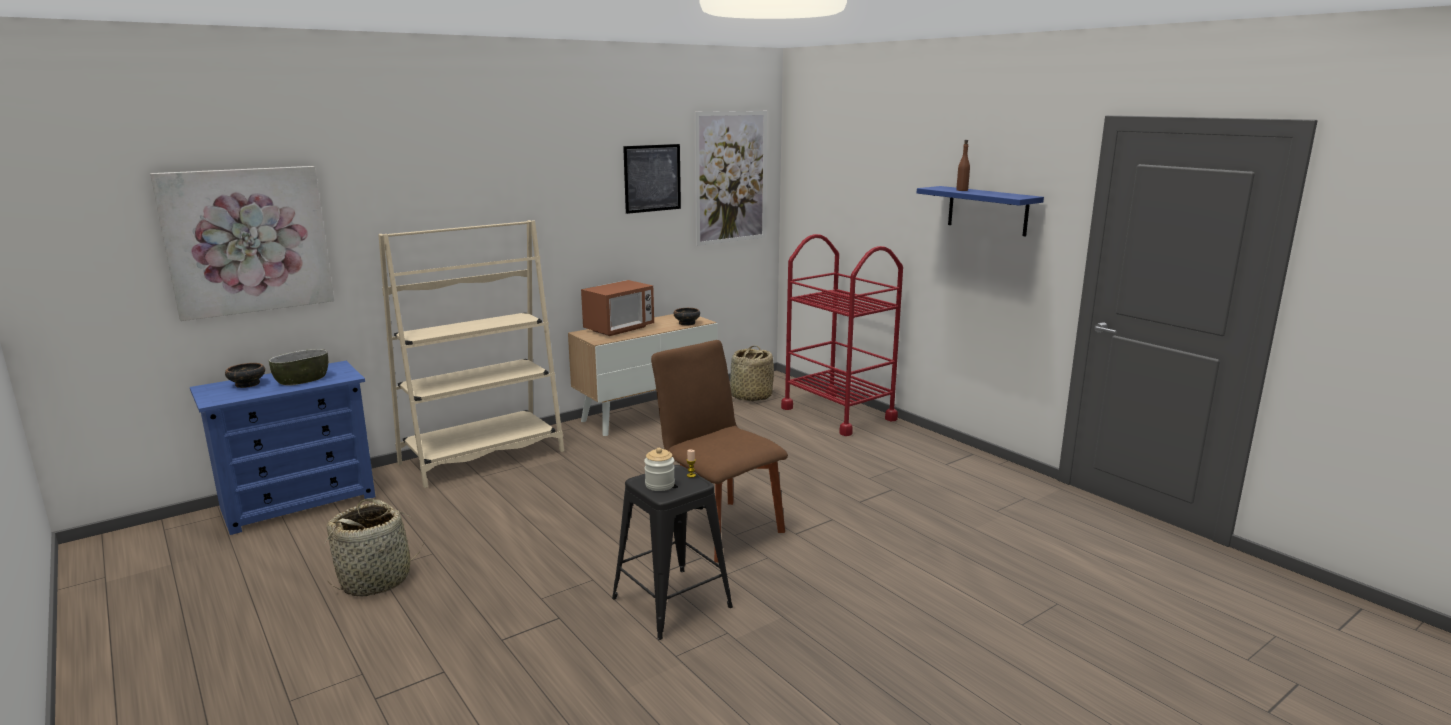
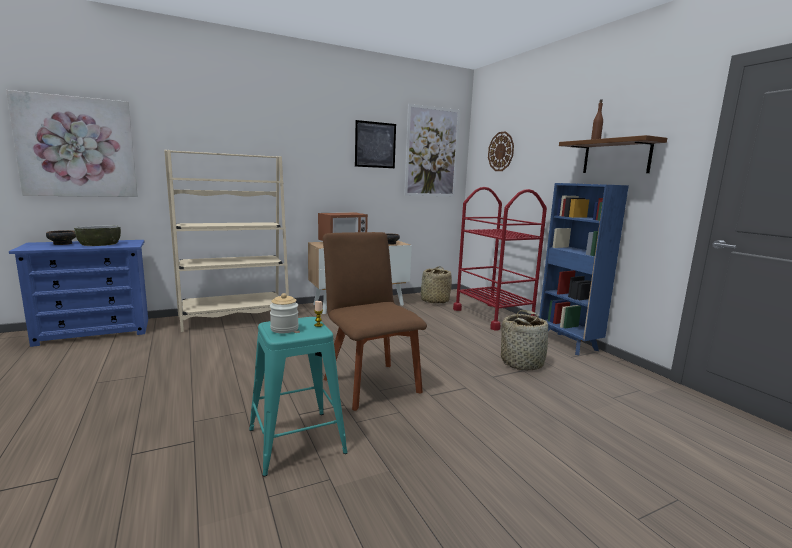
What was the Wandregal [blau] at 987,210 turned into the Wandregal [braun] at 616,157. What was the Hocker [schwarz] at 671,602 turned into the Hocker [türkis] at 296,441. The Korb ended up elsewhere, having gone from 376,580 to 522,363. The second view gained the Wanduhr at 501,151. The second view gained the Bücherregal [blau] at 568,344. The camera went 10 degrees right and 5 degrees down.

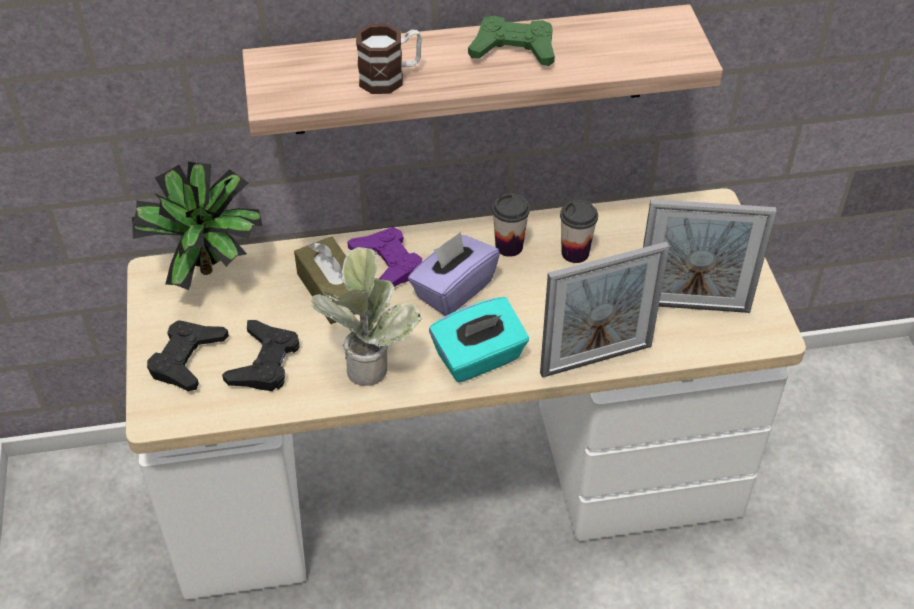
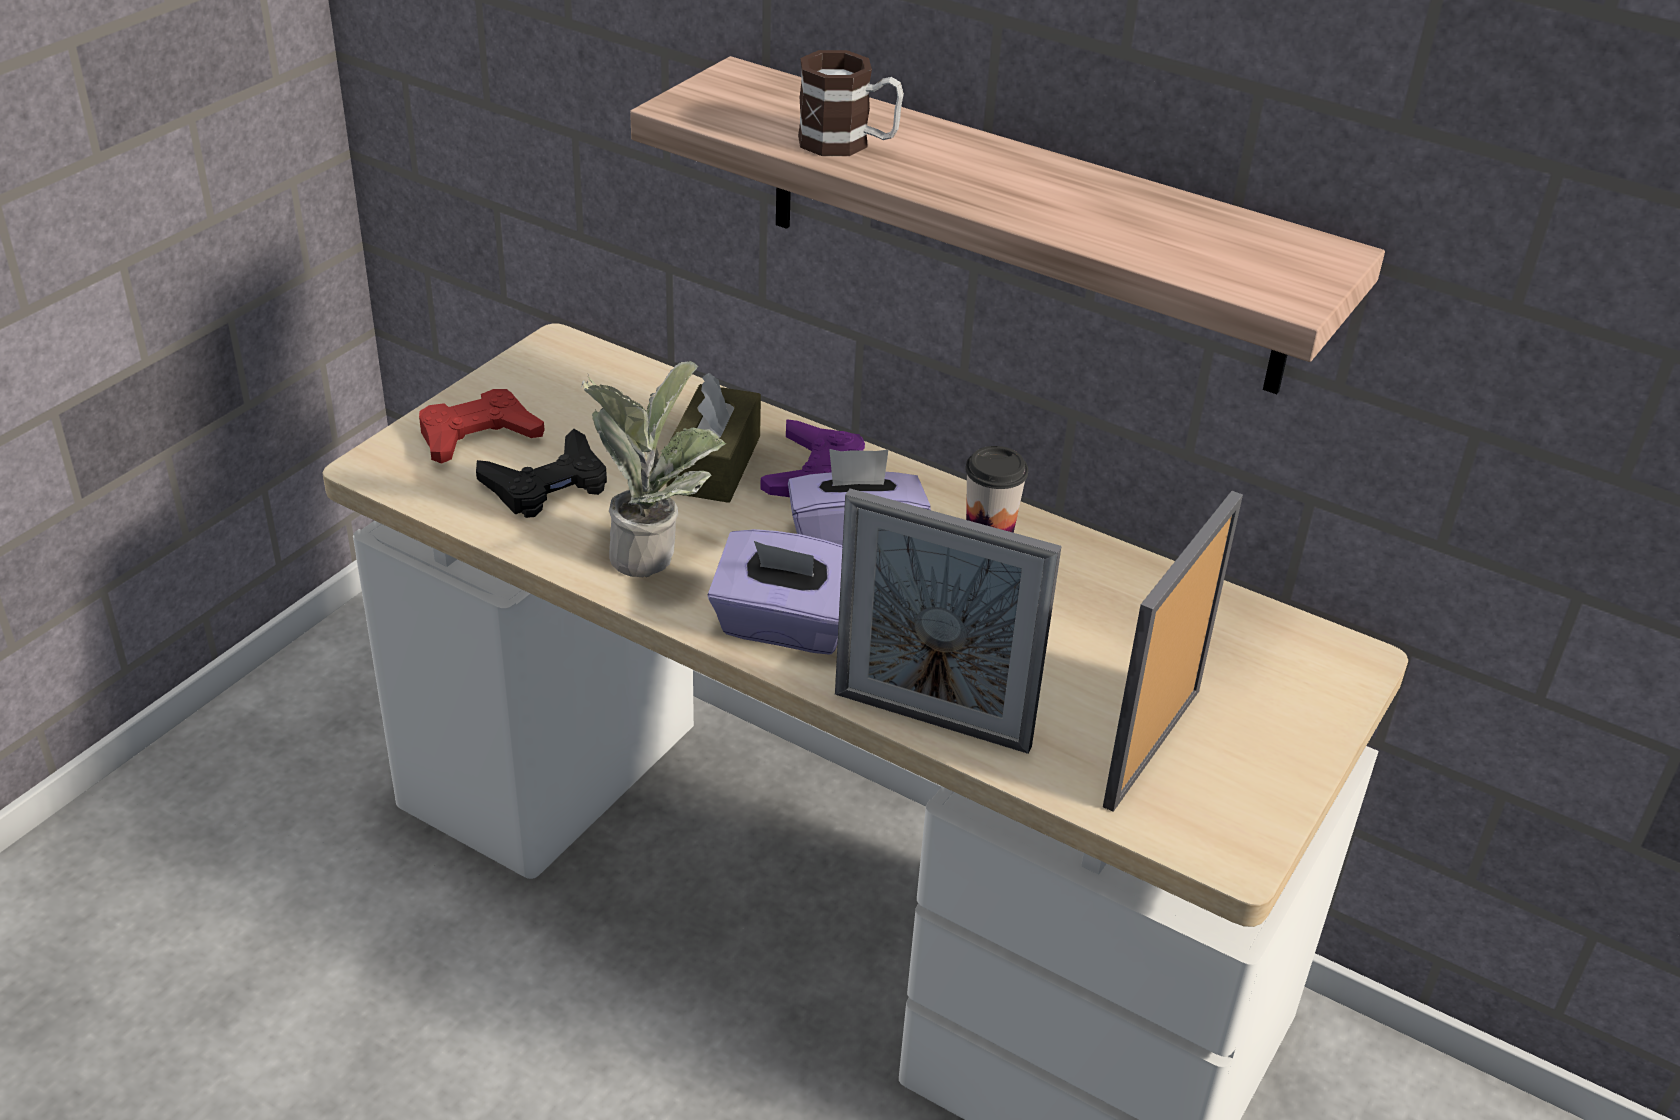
The second view lost the Gamepad [grün] at 513,49. The second view lost the Topfpflanze at 212,275. The Bilderrahmen at 692,306 ended up facing another way, 75 degrees clockwise from before. The second view lost the Tasse at 575,253. What was the Taschentuchbox [türkis] at 479,358 turned into the Taschentuchbox [lila] at 785,627. What was the Gamepad [schwarz] at 187,359 turned into the Gamepad [rot] at 477,436. The camera went 40 degrees right and 10 degrees down.

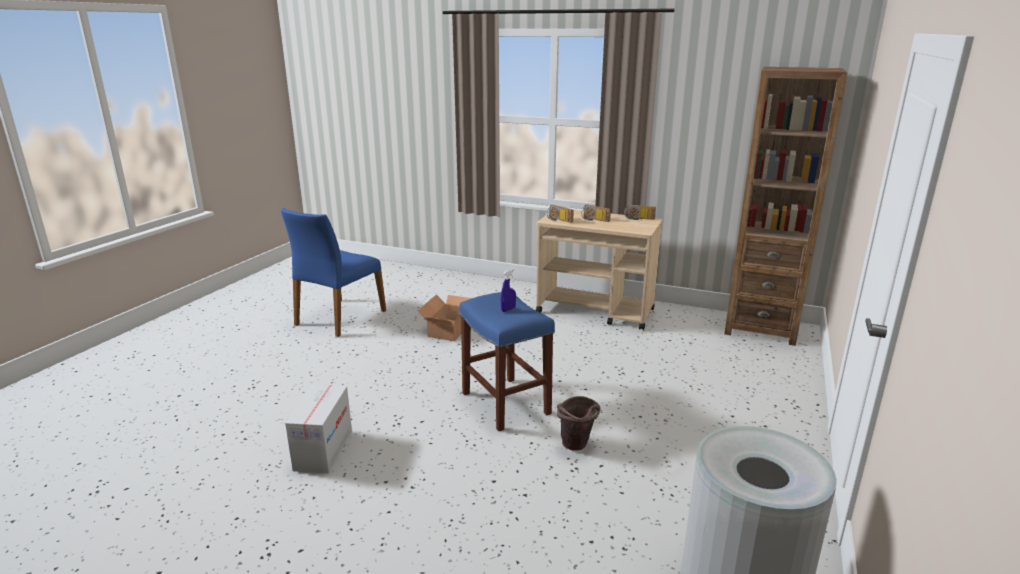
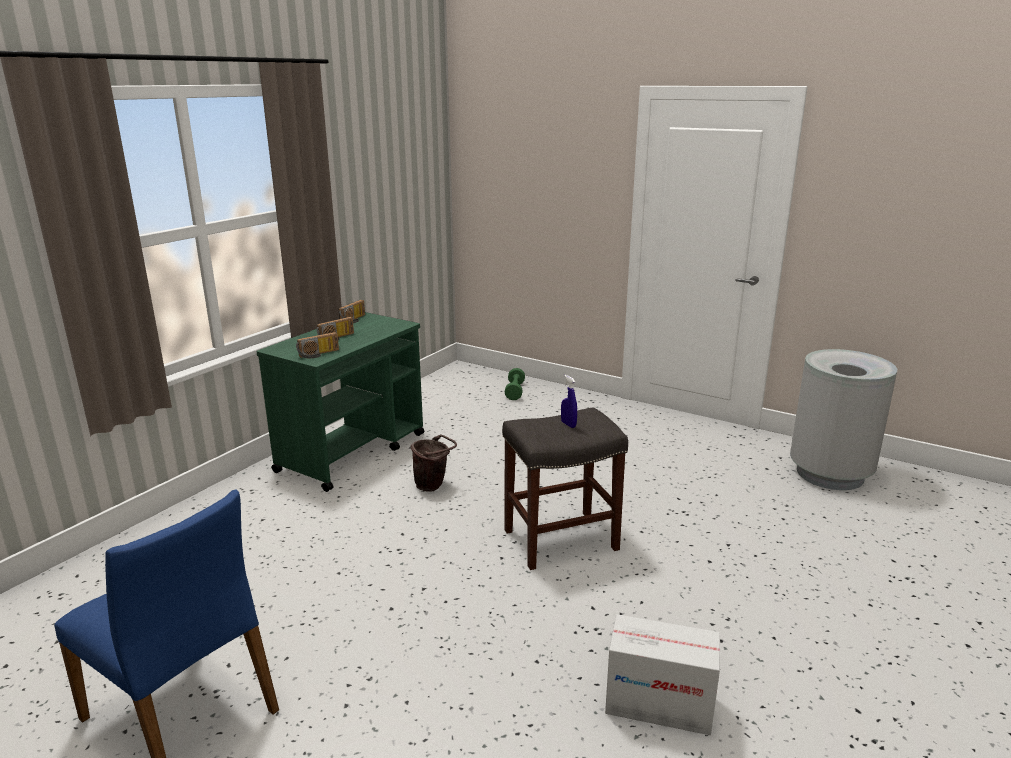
The second view lost the Bücherregal [braun] at 760,328. What was the Rollwagen [beige] at 596,311 turned into the Rollwagen [grün] at 353,452. What was the Hocker [blau] at 507,404 turned into the Hocker [grau] at 561,539. The second view lost the Karton at 447,330. The Eimer [braun] ended up elsewhere, having gone from 576,447 to 433,486. The second view gained the Hantel [grün] at 515,391. The camera went 80 degrees left and 0 degrees up.

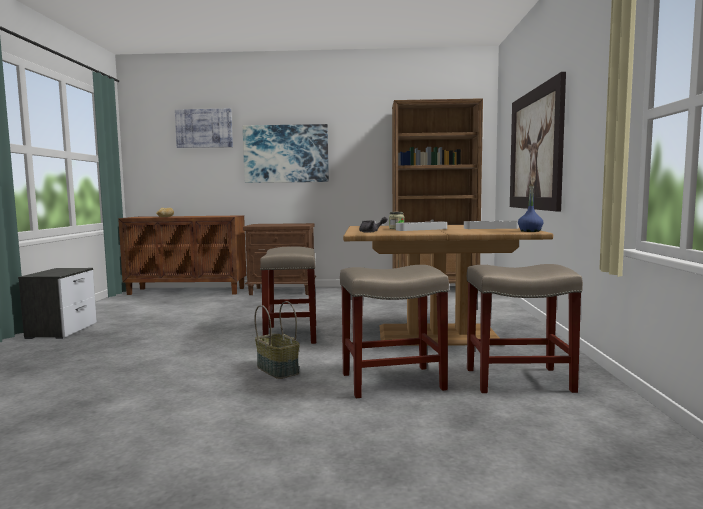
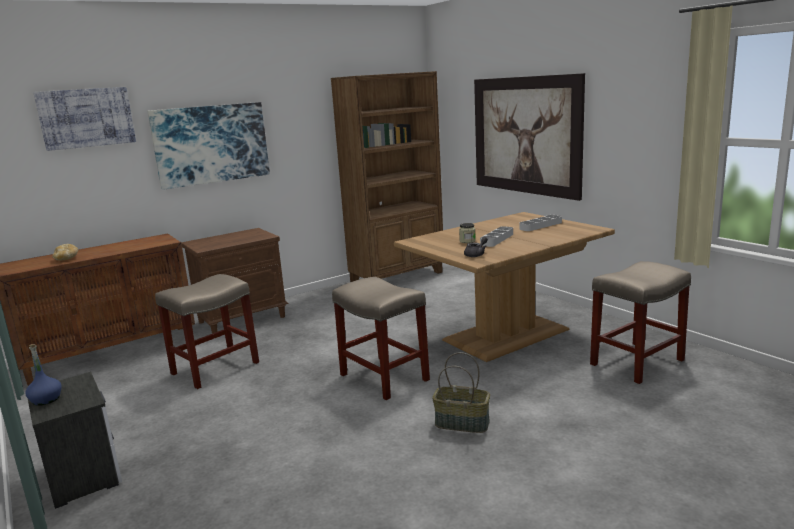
The Flasche [blau] ended up elsewhere, having gone from 530,231 to 46,399. The Hocker [beige] ended up elsewhere, having gone from 391,382 to 214,369. The camera went 35 degrees left and 10 degrees up.

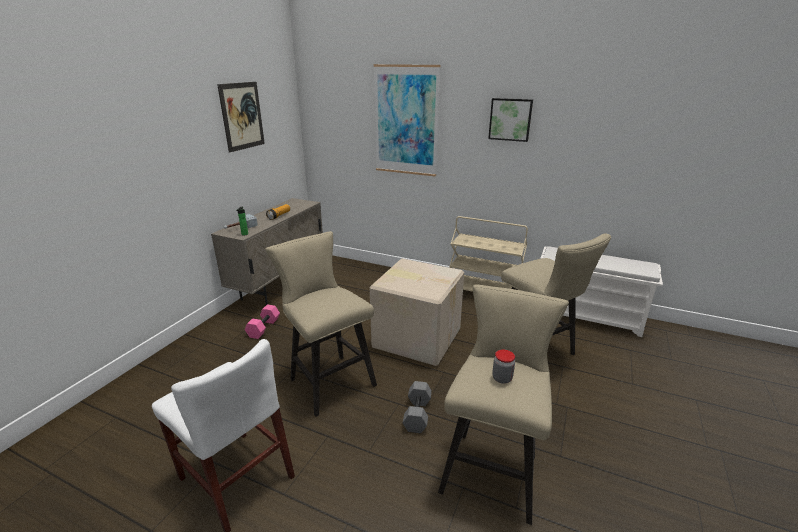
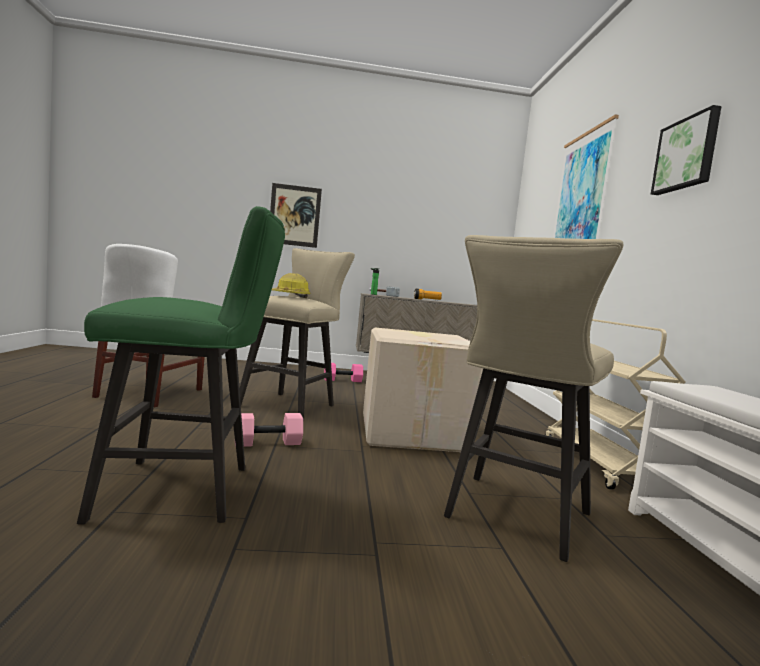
The Bild ended up elsewhere, having gone from 242,116 to 294,215. What was the Hocker [beige] at 492,468 turned into the Hocker [grün] at 187,491. The second view lost the Vorratsglas at 502,378. What was the Hantel [grau] at 418,414 turned into the Hantel [rosa] at 267,443. The second view gained the Schutzhelm at 290,296. The camera went 60 degrees right and 20 degrees down.

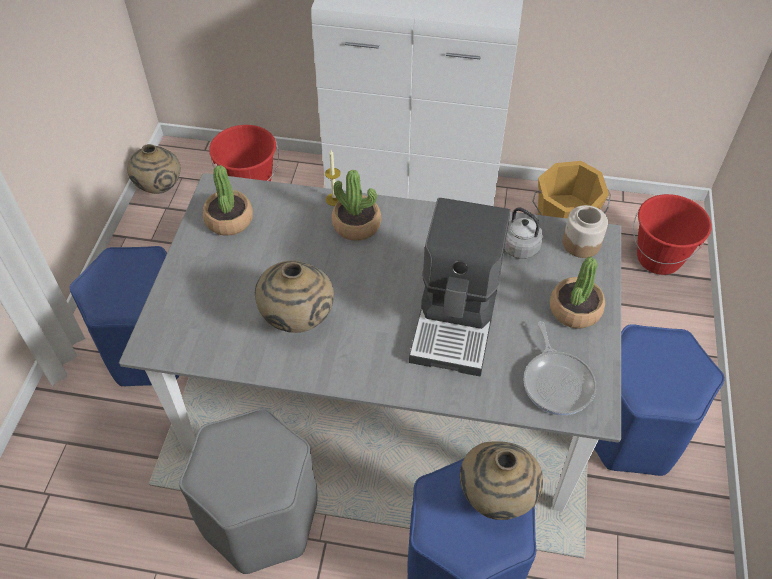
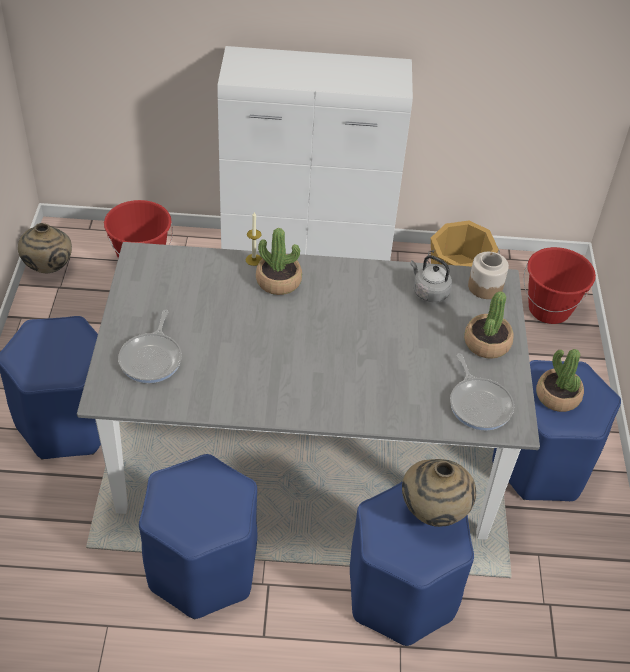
The Topfpflanze ended up elsewhere, having gone from 229,220 to 557,396. The second view lost the Kaffeemaschine at 457,319. The second view lost the Vase [beige] at 297,320. What was the Hocker [grau] at 260,518 turned into the Hocker [blau] at 202,569. The second view gained the Pfanne at 152,358. The camera went 10 degrees left and 5 degrees down.

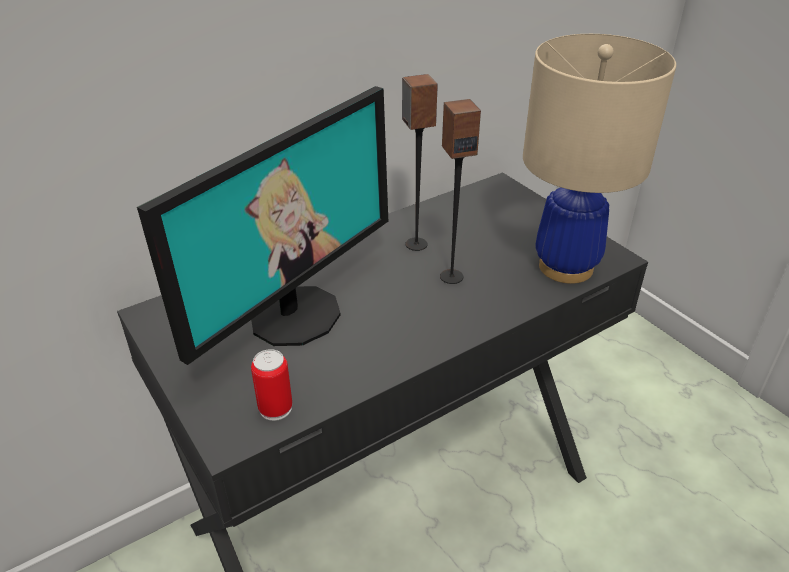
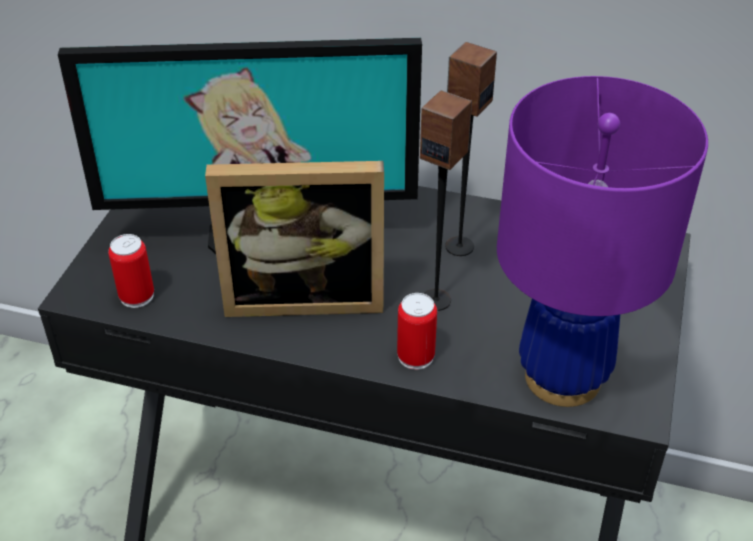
What was the Tischlampe [beige] at 566,267 turned into the Tischlampe [lila] at 563,378. The second view gained the Bilderrahmen at 304,295. The second view gained the Dose at 415,356. The camera went 50 degrees right and 5 degrees up.

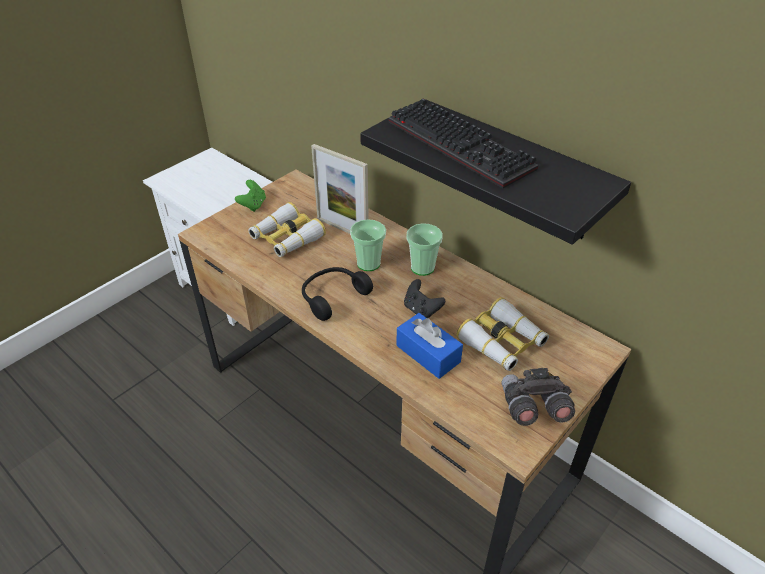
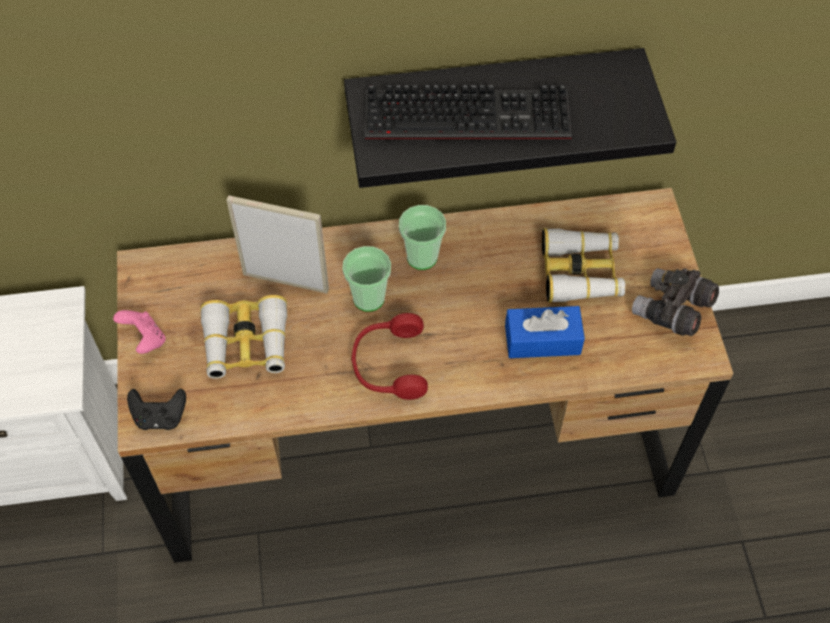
The Bilderrahmen at 342,229 ended up facing another way, 150 degrees counterclockwise from before. What was the Gamepad [grün] at 253,205 turned into the Gamepad [rosa] at 145,339. What was the Kopfhörer [schwarz] at 332,296 turned into the Kopfhörer [rot] at 388,365. The Gamepad [schwarz] ended up elsewhere, having gone from 421,310 to 160,417. The camera went 50 degrees left and 15 degrees up.

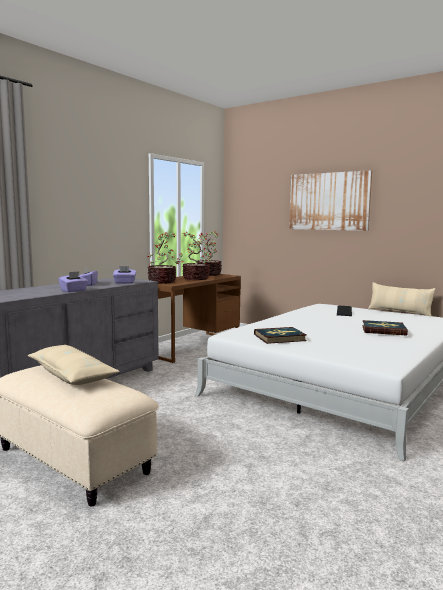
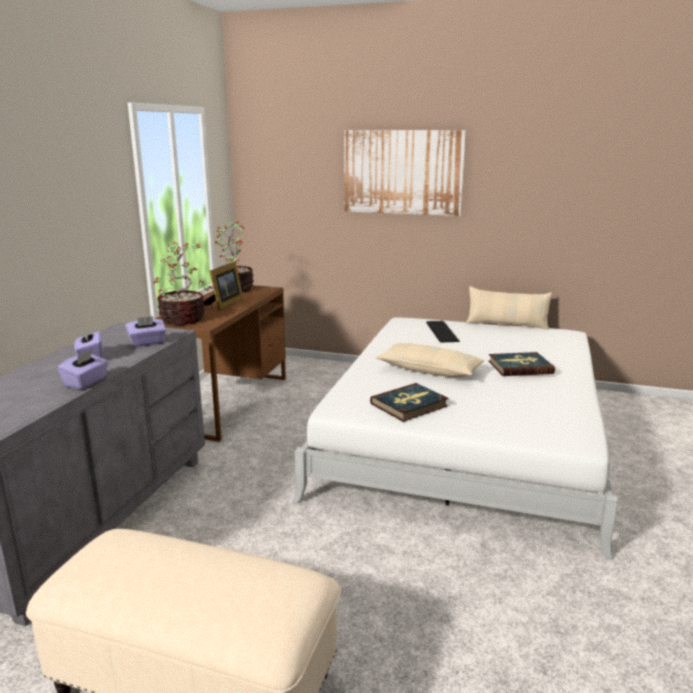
Where the Topfpflanze stood at 195,278, the Bilderrahmen came to stand at 225,304. The Kissen [beige] ended up elsewhere, having gone from 72,375 to 429,370. The camera went 20 degrees left and 10 degrees up.

